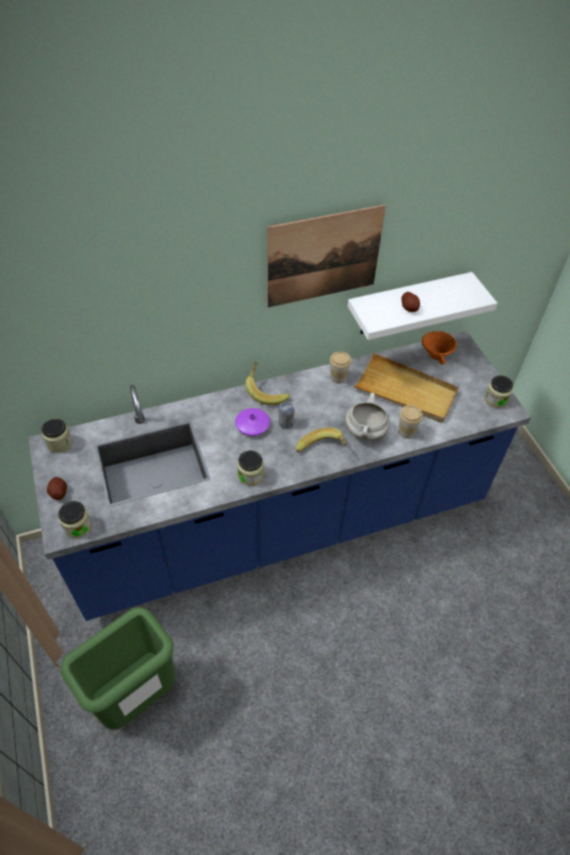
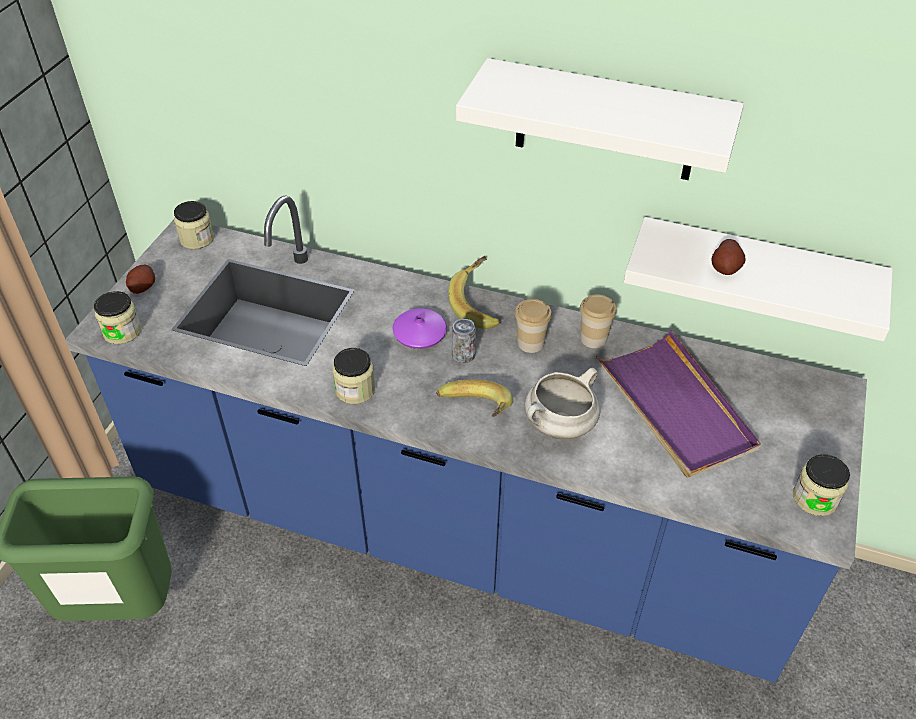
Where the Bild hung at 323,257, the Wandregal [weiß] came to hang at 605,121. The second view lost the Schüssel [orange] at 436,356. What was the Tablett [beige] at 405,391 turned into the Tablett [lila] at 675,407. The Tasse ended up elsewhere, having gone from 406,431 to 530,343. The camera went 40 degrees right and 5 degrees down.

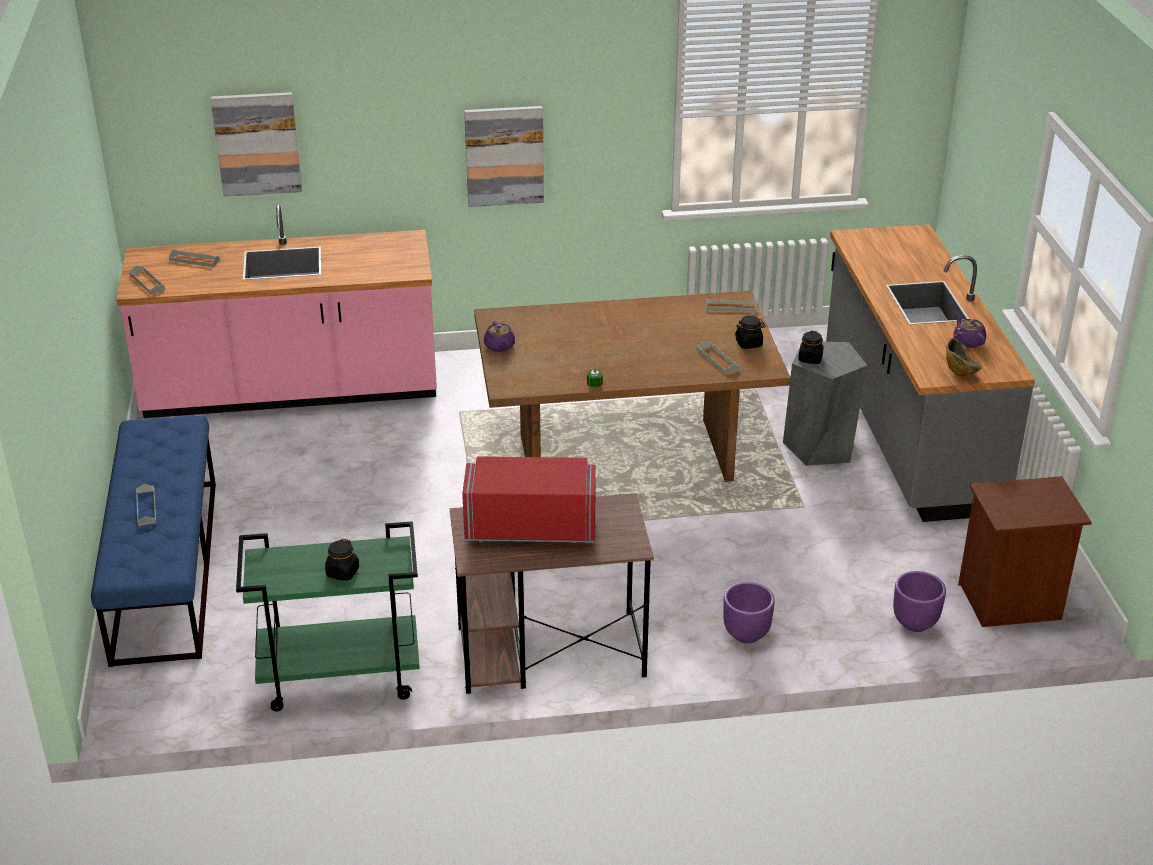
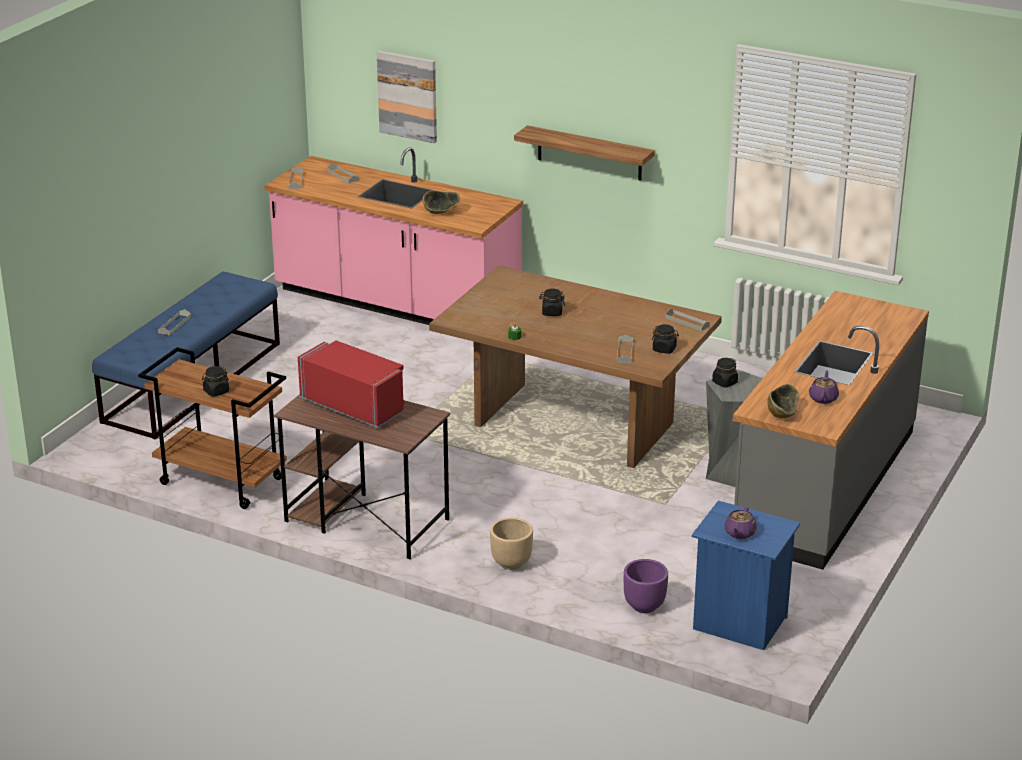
Where the Bild hung at 504,155, the Wandregal came to hang at 589,153. The Teekanne [lila] ended up elsewhere, having gone from 499,346 to 739,533. What was the Nachttisch [braun] at 1010,603 turned into the Nachttisch [blau] at 738,624. What was the Rollwagen [grün] at 338,678 turned into the Rollwagen [braun] at 220,481. What was the Pflanzkübel [lila] at 746,635 turned into the Pflanzkübel [beige] at 511,563. The second view gained the Schüssel at 440,213. The second view gained the Vorratsglas [schwarz] at 552,312. The camera went 35 degrees right and 5 degrees down.

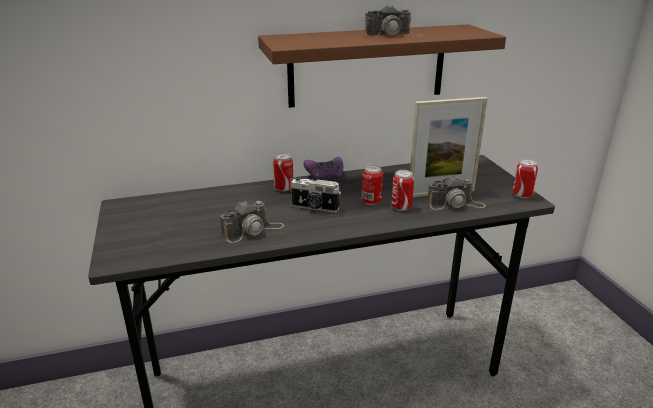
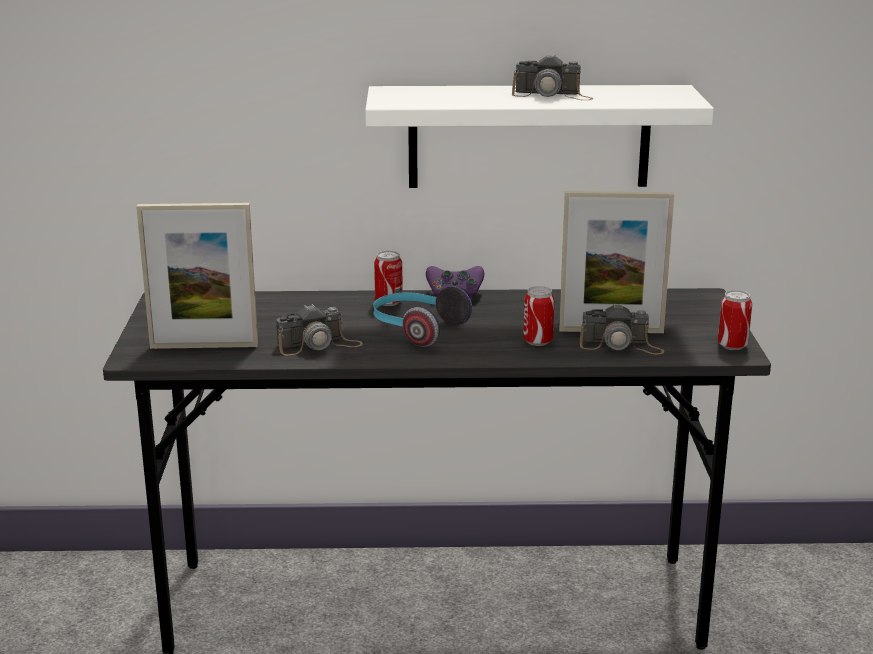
What was the Wandregal [braun] at 367,65 turned into the Wandregal [weiß] at 529,136. The second view lost the Dose at 371,201. Where the Kamera stood at 315,208, the Kopfhörer came to stand at 416,329. The second view gained the Bilderrahmen at 204,346. The camera went 15 degrees right and 5 degrees down.

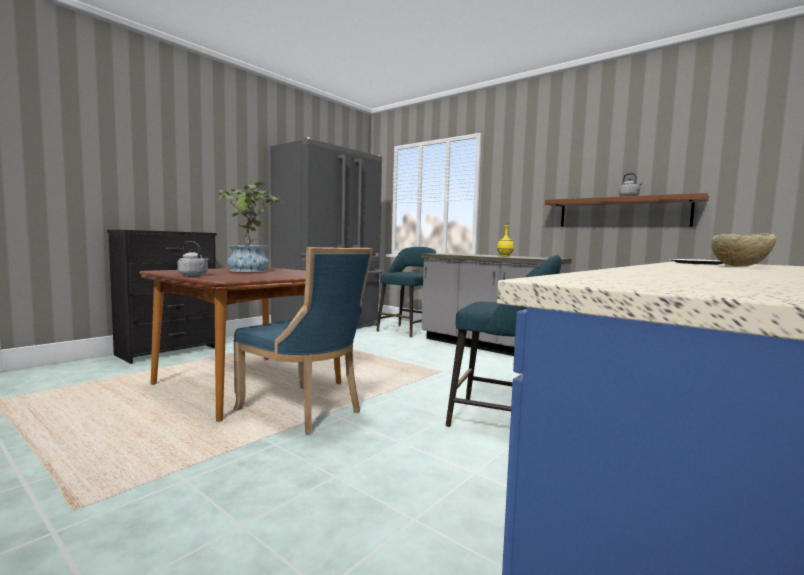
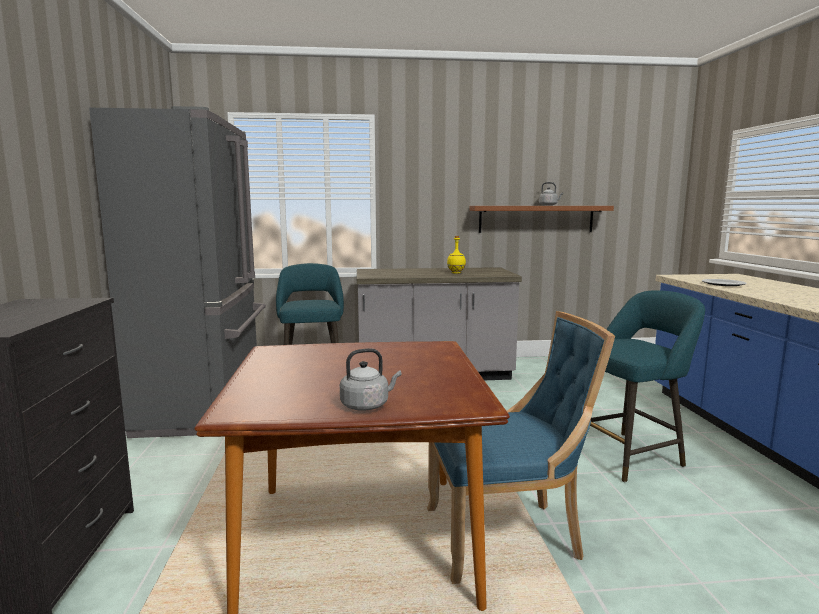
The second view lost the Topfpflanze at 250,271. The second view lost the Schüssel [beige] at 740,266. The camera went 45 degrees left and 5 degrees up.

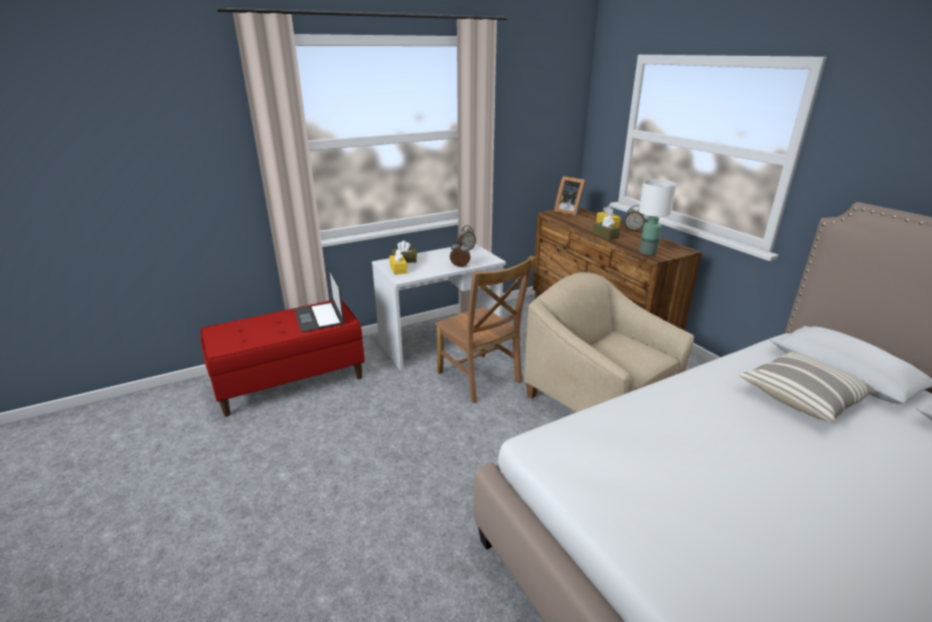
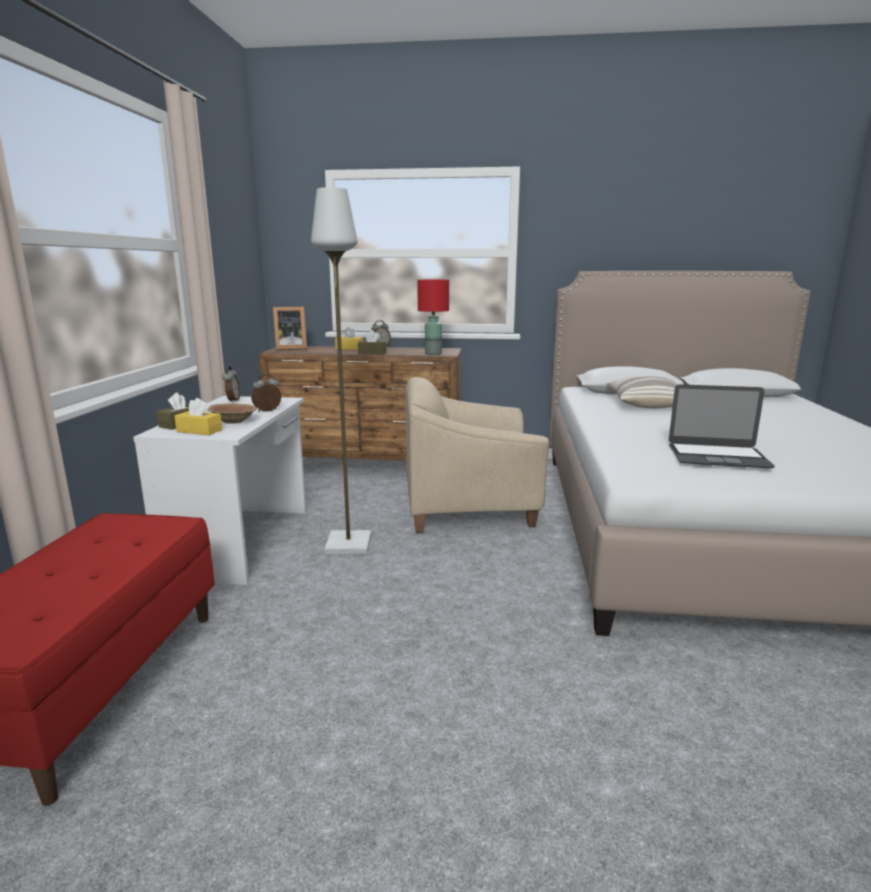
What was the Tischlampe [weiß] at 648,252 turned into the Tischlampe [rot] at 433,354. Where the Stuhl [braun] stood at 480,379, the Stehlampe [grau] came to stand at 349,544. The Laptop ended up elsewhere, having gone from 319,317 to 718,456. The second view gained the Schüssel [braun] at 233,421. The camera went 55 degrees left and 10 degrees down.

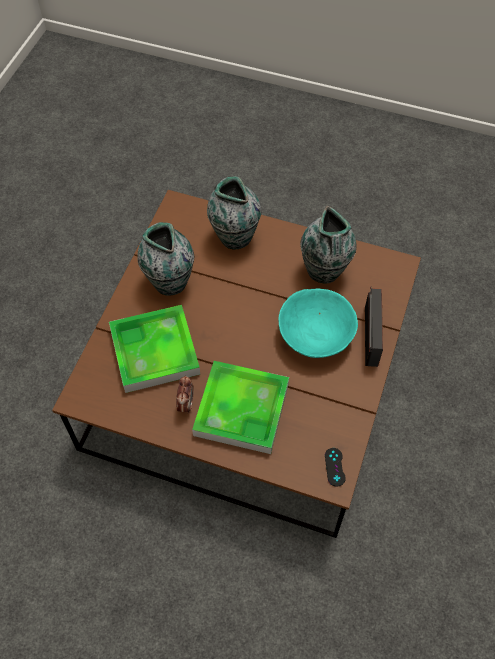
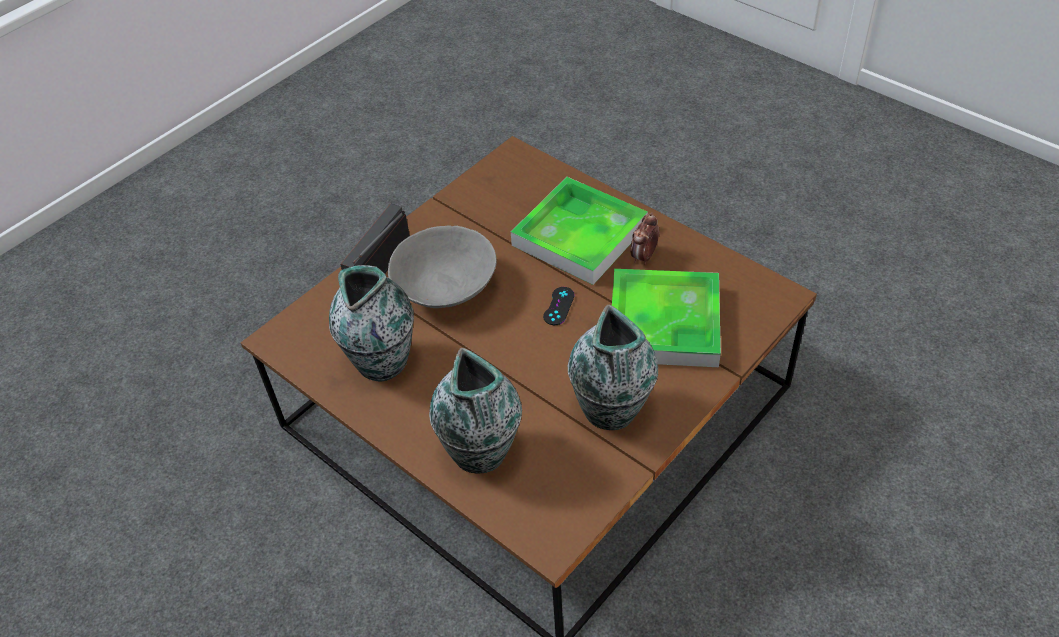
What was the Schüssel [türkis] at 315,334 turned into the Schüssel [grau] at 445,288. The Gamepad [schwarz] ended up elsewhere, having gone from 335,467 to 559,306. The camera went 155 degrees left and 10 degrees down.

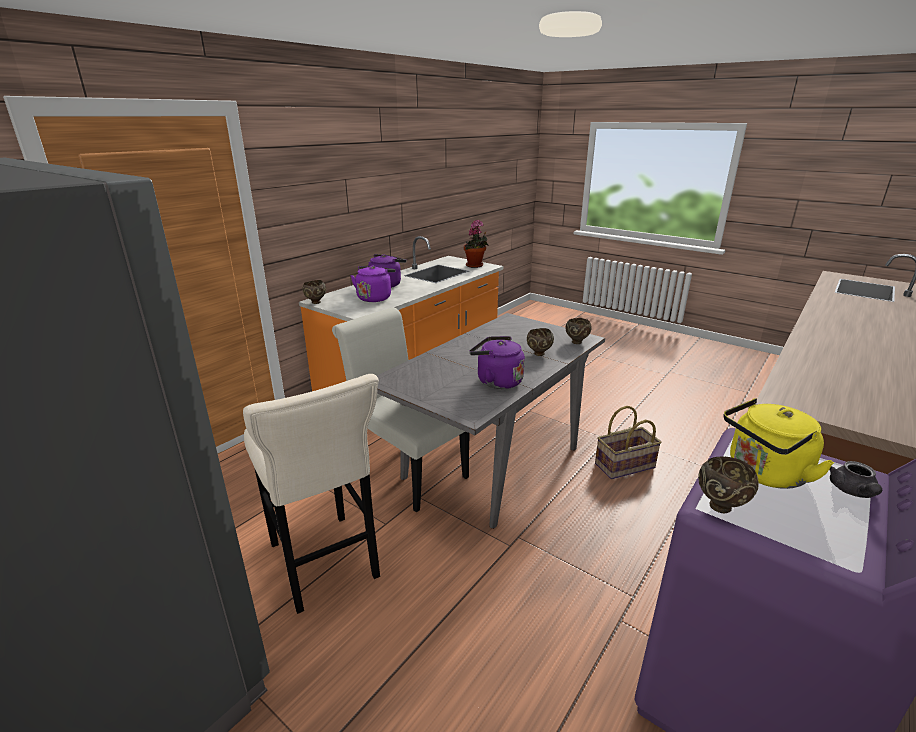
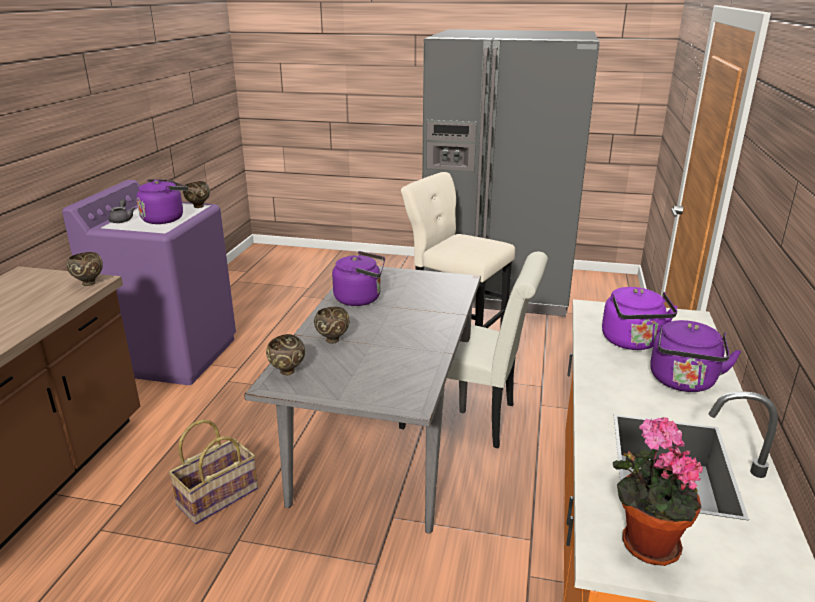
The Schüssel [braun] ended up elsewhere, having gone from 315,302 to 89,283. What was the Wasserkessel [gelb] at 763,473 turned into the Wasserkessel [lila] at 165,219. The camera went 155 degrees right and 0 degrees up.

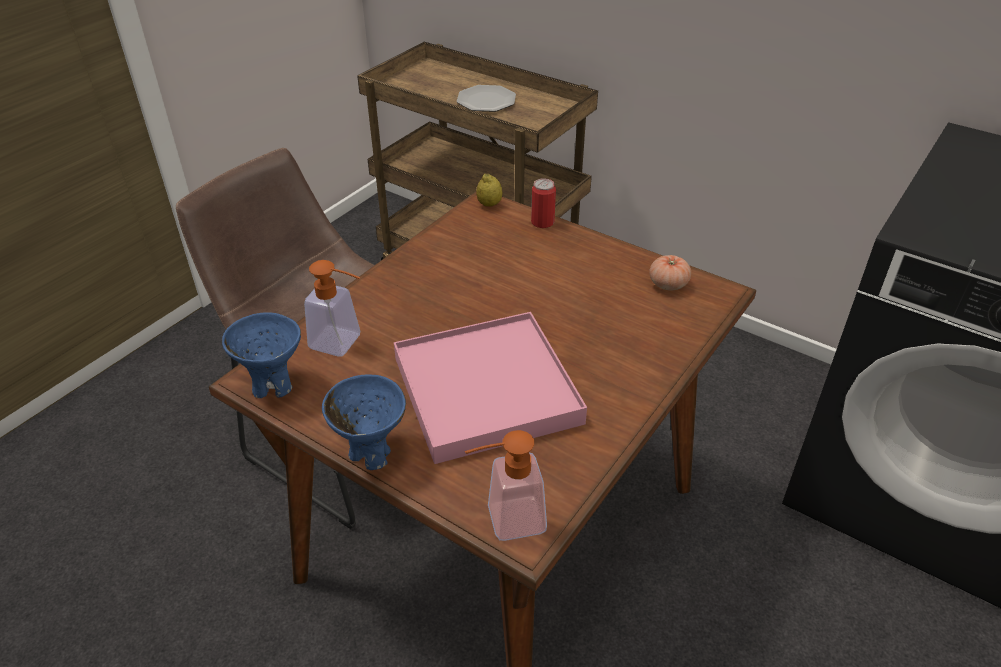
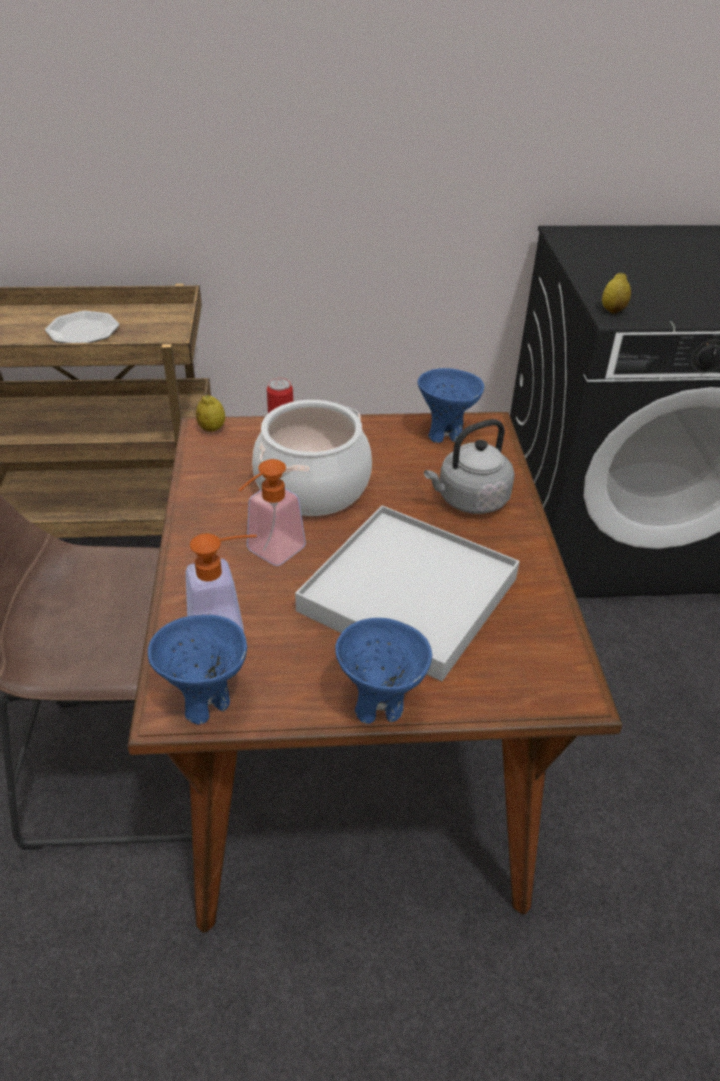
Where the Tomate stood at 668,284, the Schüssel [blau] came to stand at 445,435. What was the Tablett [rosa] at 486,390 turned into the Tablett [weiß] at 408,594. The Seifenspender ended up elsewhere, having gone from 505,521 to 269,554. The second view gained the Zitrone at 613,310. The second view gained the Kochtopf at 312,487. The second view gained the Wasserkessel [grau] at 469,500. The camera went 40 degrees left and 0 degrees up.

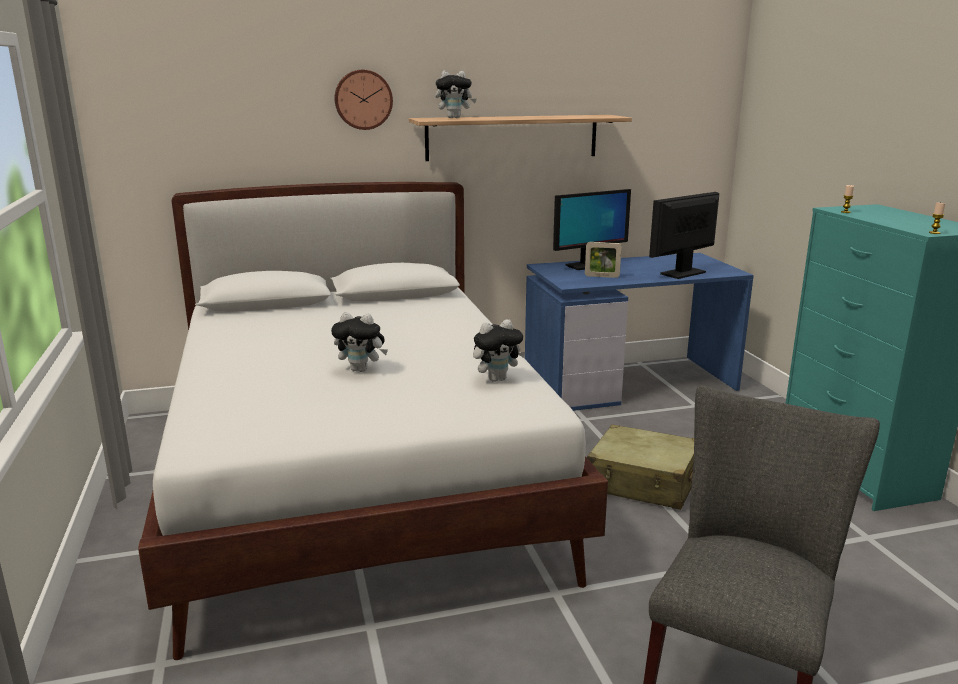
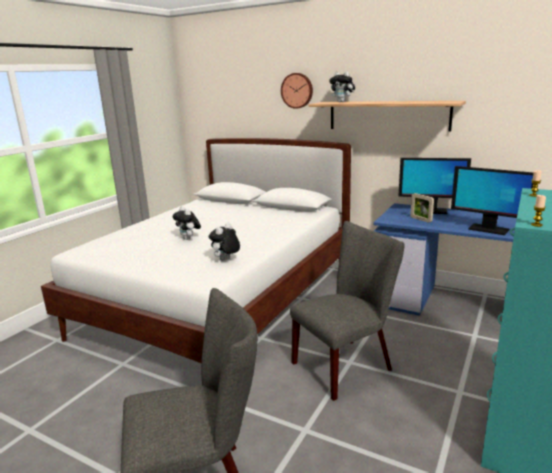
The Monitor at 683,273 ended up facing another way, 150 degrees counterclockwise from before. The Plüschtier at 497,379 ended up facing another way, 105 degrees clockwise from before. Where the Koffer [beige] stood at 643,483, the Stuhl [grau] came to stand at 347,364. The camera went 45 degrees right and 0 degrees up.

